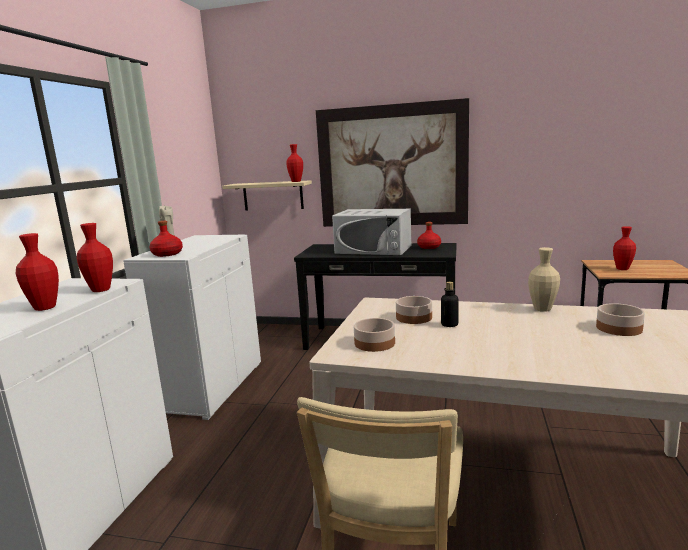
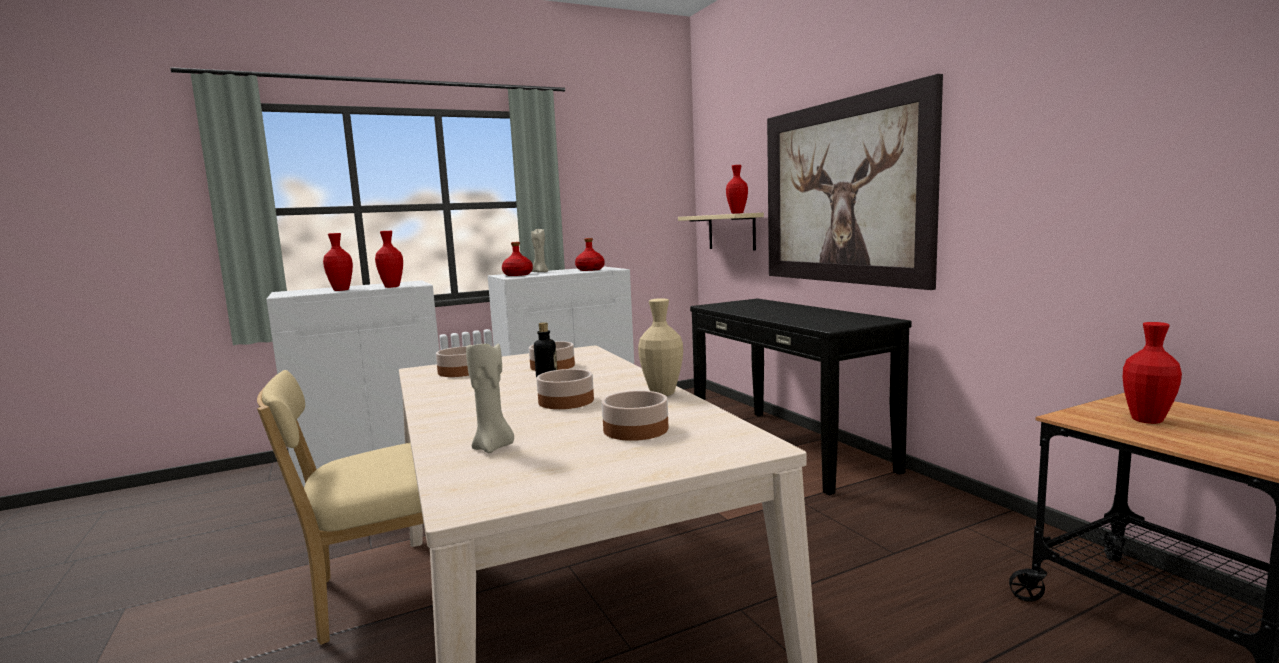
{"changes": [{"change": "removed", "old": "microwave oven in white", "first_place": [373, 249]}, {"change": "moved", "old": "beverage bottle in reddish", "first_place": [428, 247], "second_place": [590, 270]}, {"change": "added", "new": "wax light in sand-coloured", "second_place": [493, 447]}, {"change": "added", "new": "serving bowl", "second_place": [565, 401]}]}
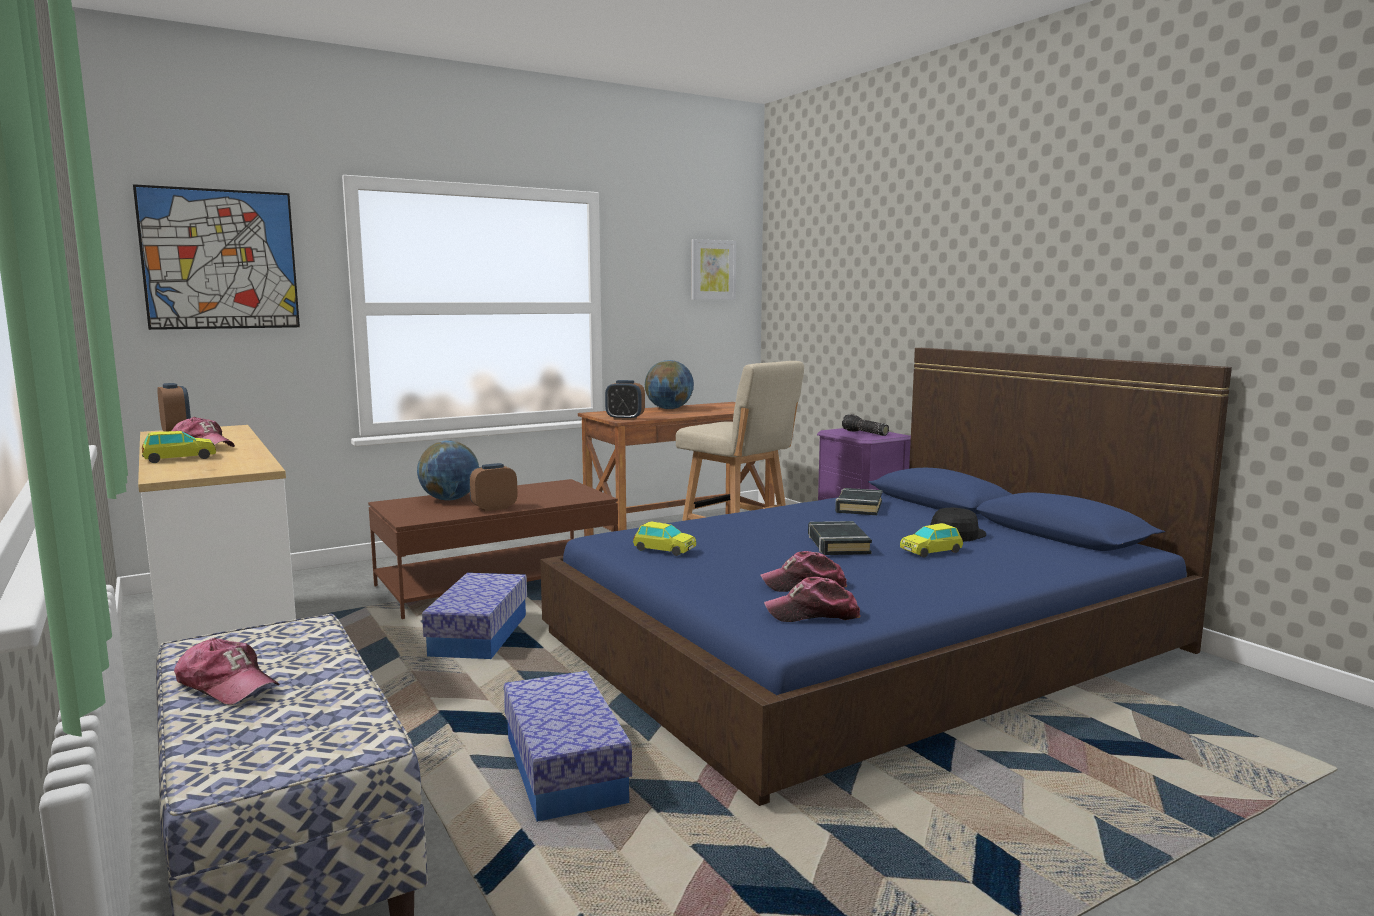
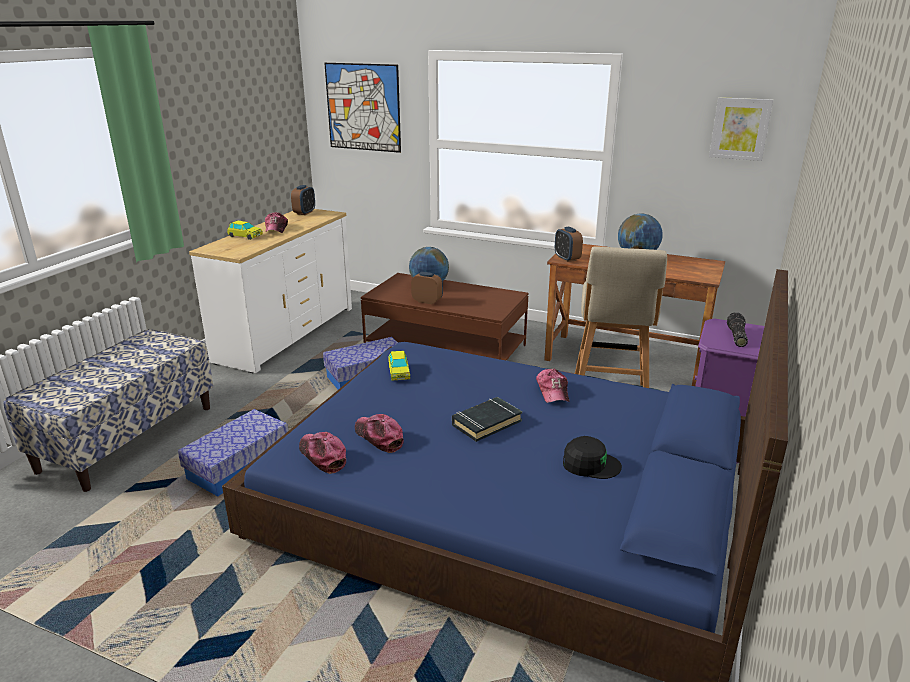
{"changes": [{"change": "moved", "old": "cap", "first_place": [227, 685], "second_place": [553, 391]}, {"change": "removed", "old": "volume in black", "first_place": [858, 507]}, {"change": "removed", "old": "toy car", "first_place": [931, 551]}]}
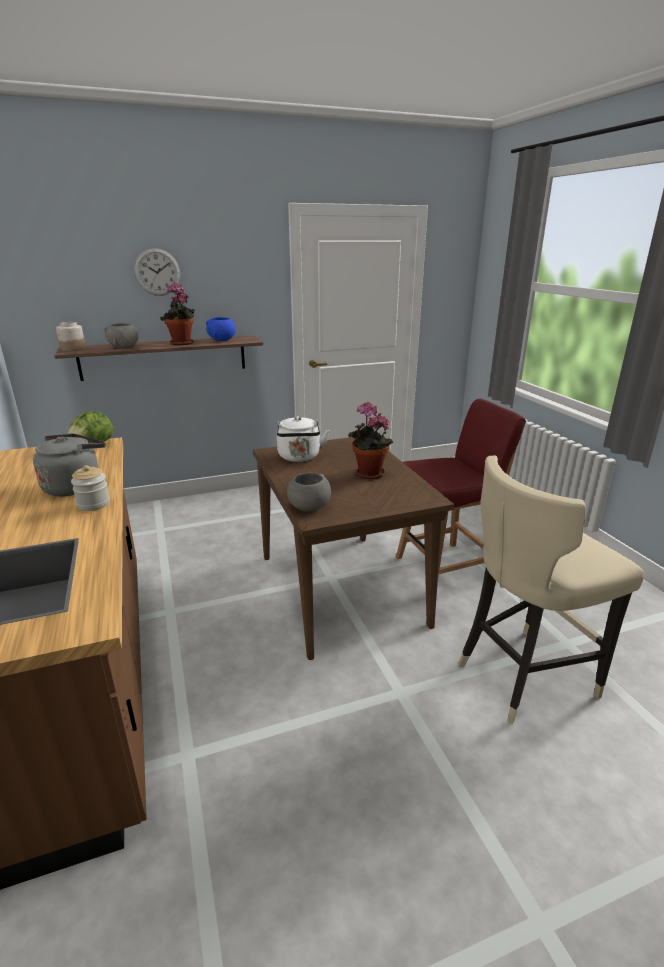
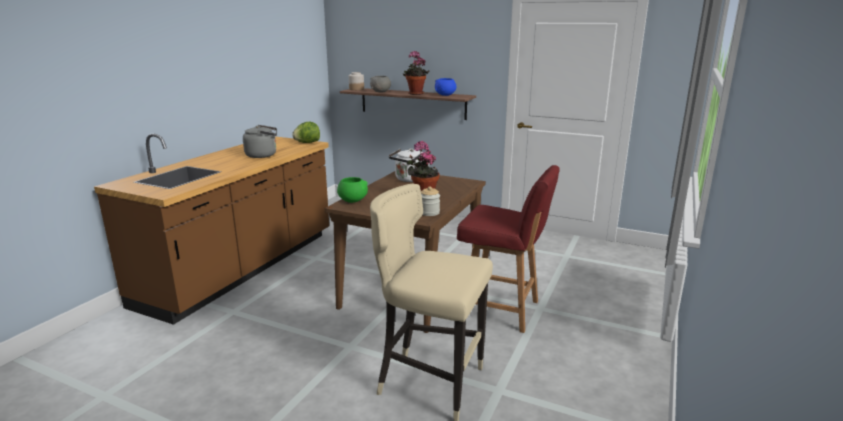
{"changes": [{"change": "moved", "old": "preserve jar", "first_place": [94, 504], "second_place": [429, 213]}, {"change": "removed", "old": "wall clock", "first_place": [157, 272]}, {"change": "recoloured", "old": "serving bowl in gray", "new": "serving bowl in greenish", "first_place": [309, 507], "second_place": [352, 200]}]}
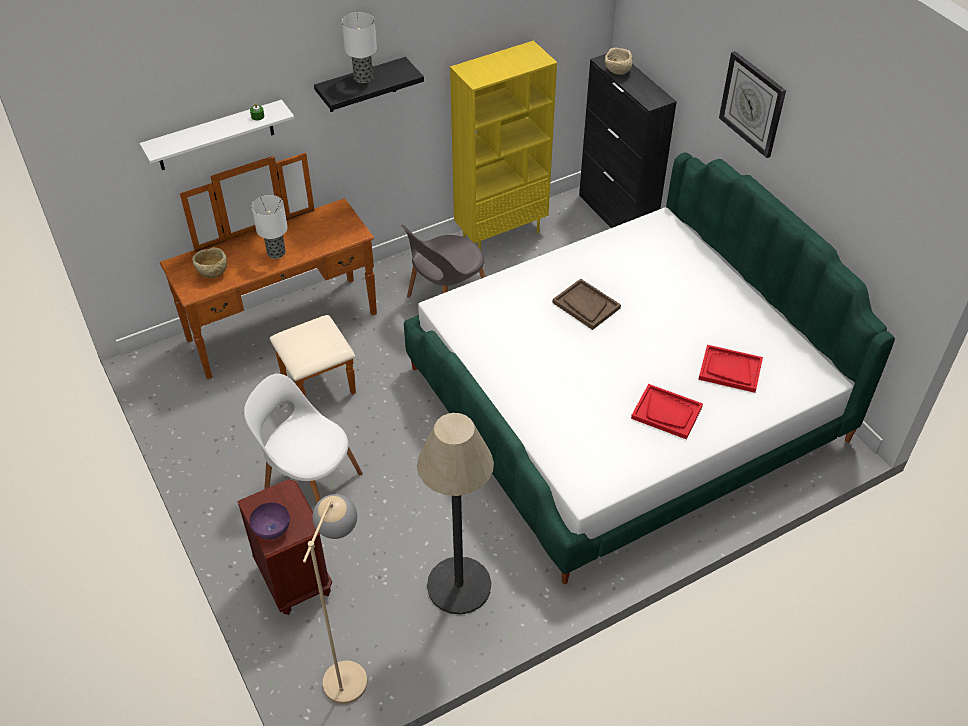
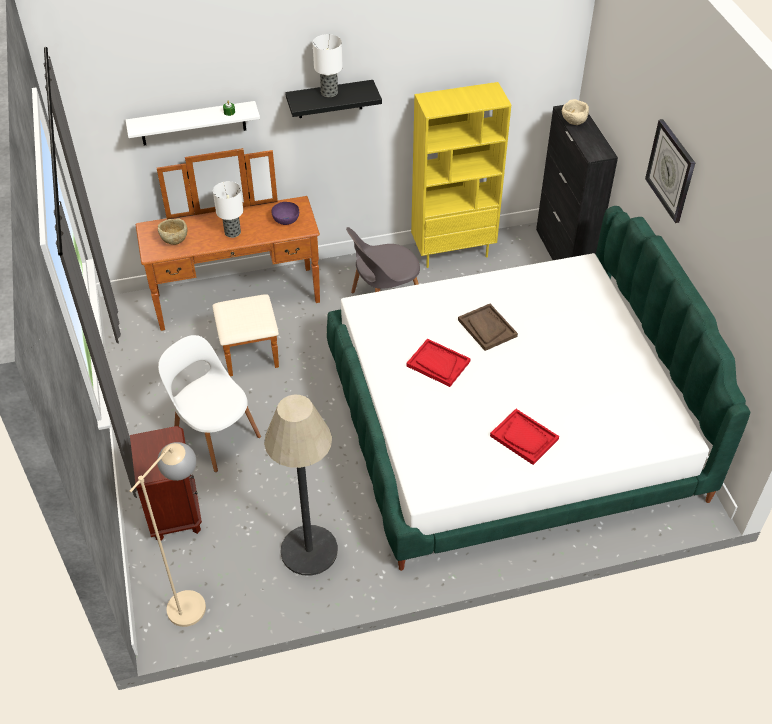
{"changes": [{"change": "moved", "old": "serving bowl in purple", "first_place": [271, 529], "second_place": [285, 220]}, {"change": "moved", "old": "carrying tray in reddish", "first_place": [730, 370], "second_place": [438, 364]}]}
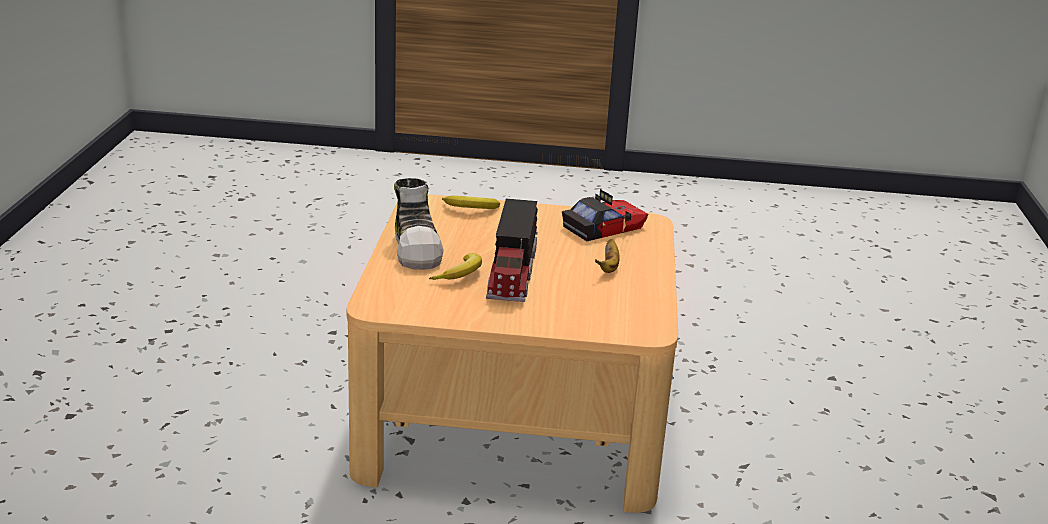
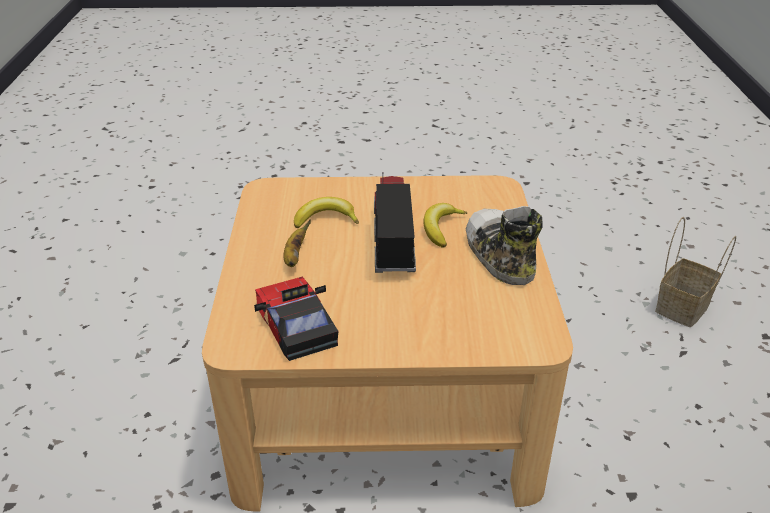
{"changes": [{"change": "moved", "old": "banana fruit", "first_place": [470, 209], "second_place": [326, 219]}, {"change": "turned", "old": "toy car", "first_place": [603, 226], "second_place": [296, 325], "degrees": 105}, {"change": "added", "new": "storage basket", "second_place": [682, 309]}]}
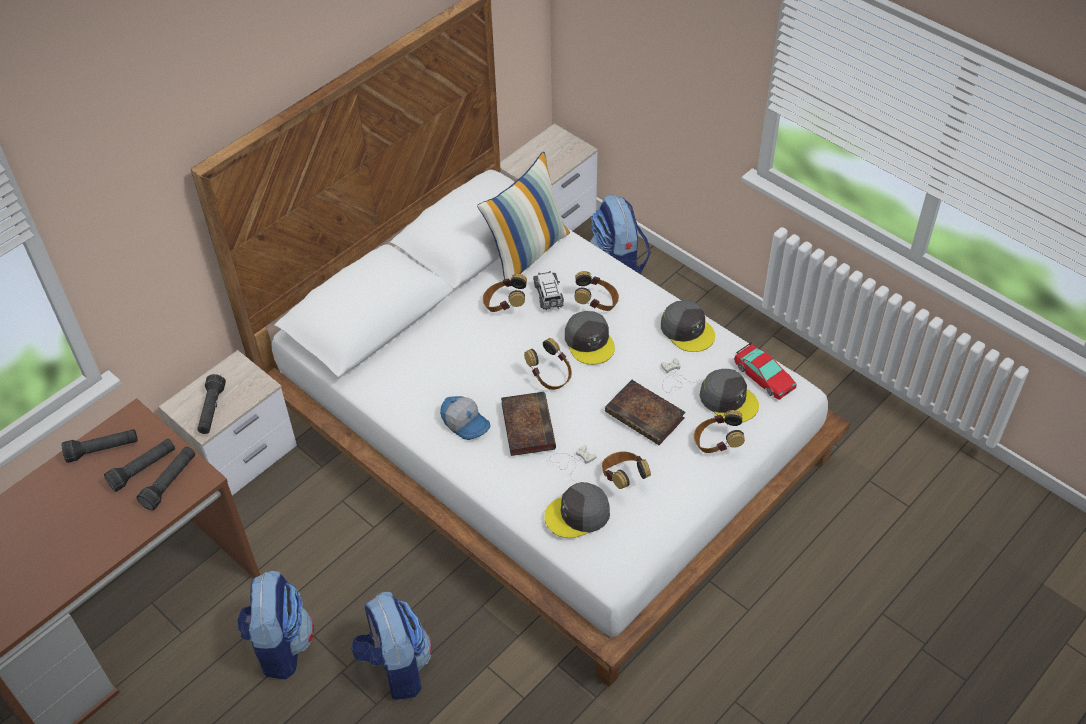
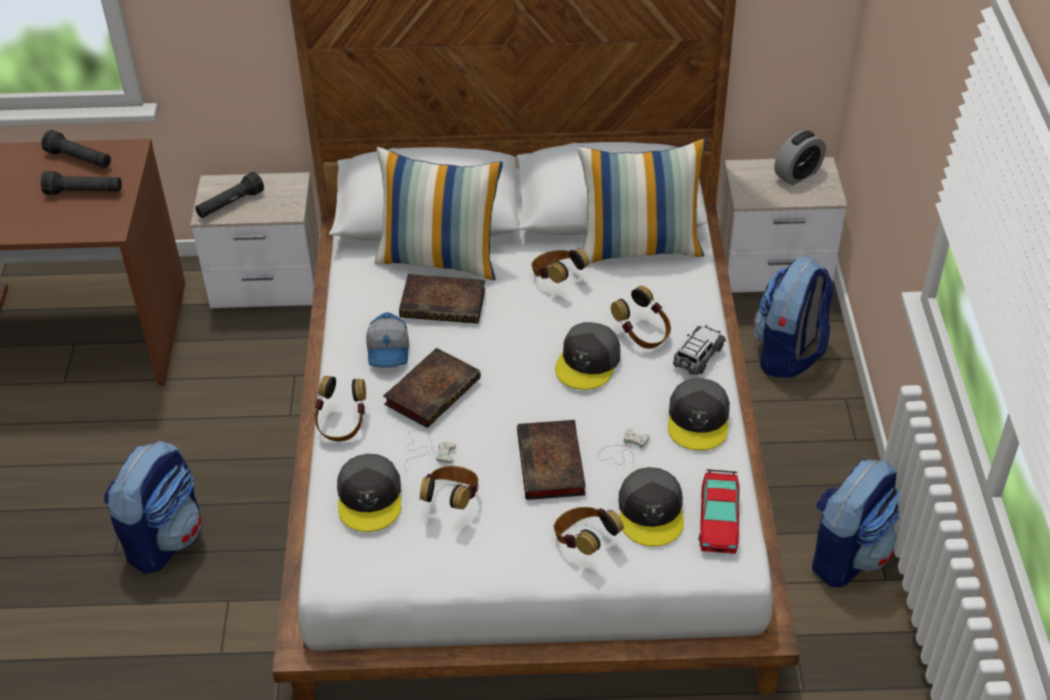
{"changes": [{"change": "removed", "old": "flashlight in black", "first_place": [170, 482]}, {"change": "moved", "old": "knapsack", "first_place": [280, 645], "second_place": [847, 554]}, {"change": "moved", "old": "pair of headphones", "first_place": [550, 376], "second_place": [342, 424]}, {"change": "moved", "old": "toy car", "first_place": [549, 296], "second_place": [698, 357]}, {"change": "turned", "old": "cap in gray", "first_place": [578, 514], "second_place": [370, 498], "degrees": -120}, {"change": "added", "new": "throw pillow", "second_place": [440, 259]}, {"change": "added", "new": "volume", "second_place": [445, 303]}, {"change": "added", "new": "bedside clock", "second_place": [797, 174]}]}
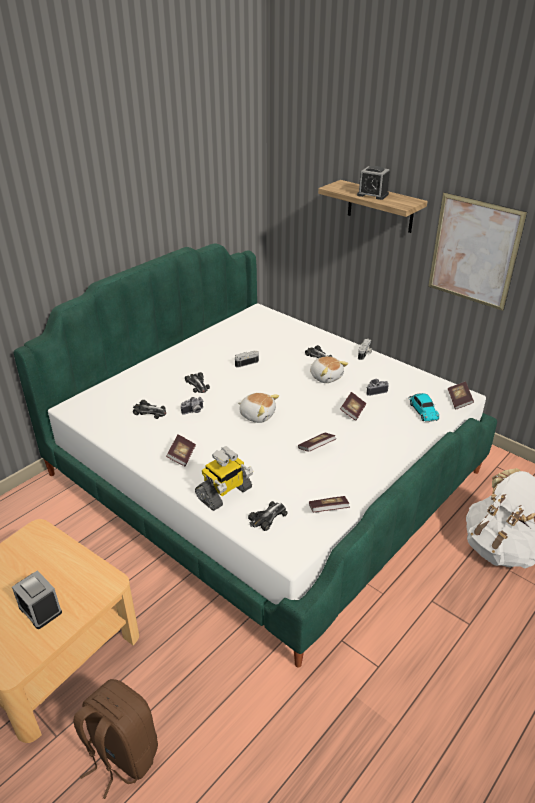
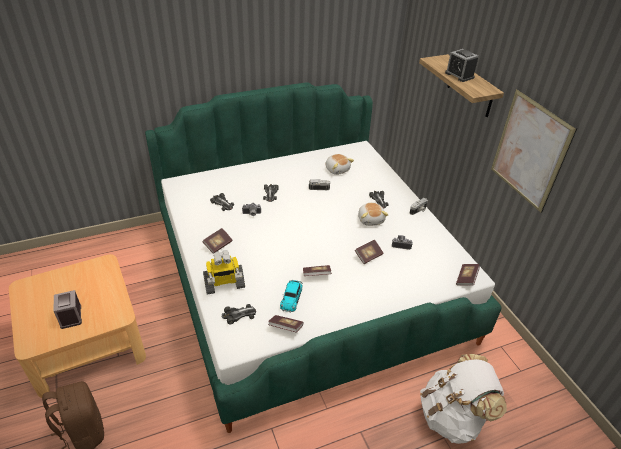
{"changes": [{"change": "moved", "old": "cuddly toy", "first_place": [257, 415], "second_place": [337, 169]}, {"change": "moved", "old": "toy car", "first_place": [422, 410], "second_place": [291, 297]}]}
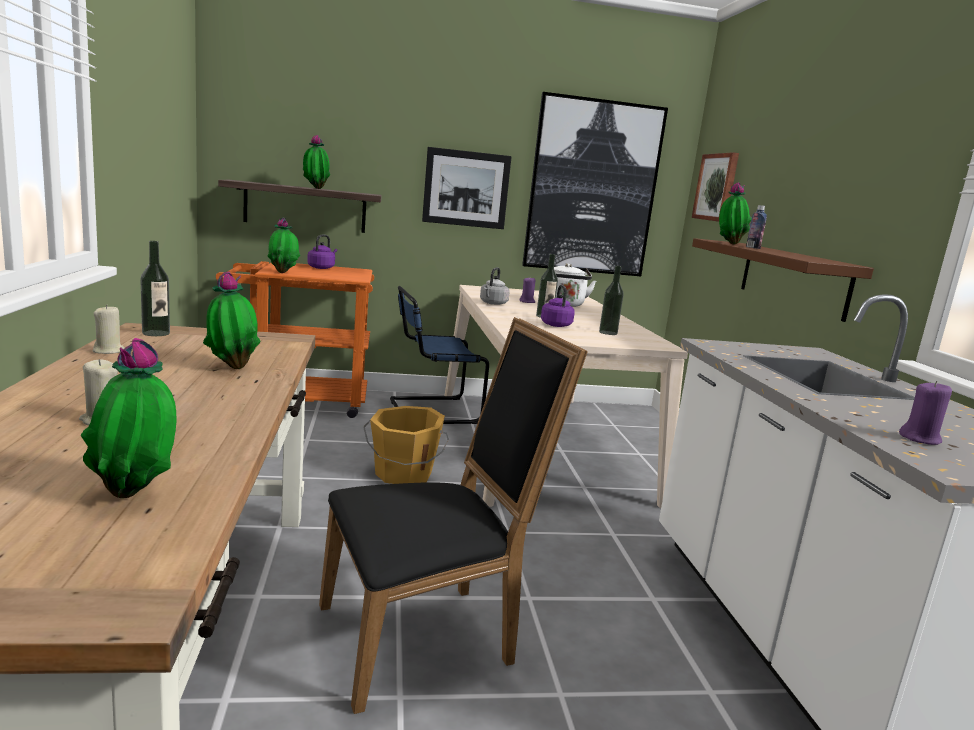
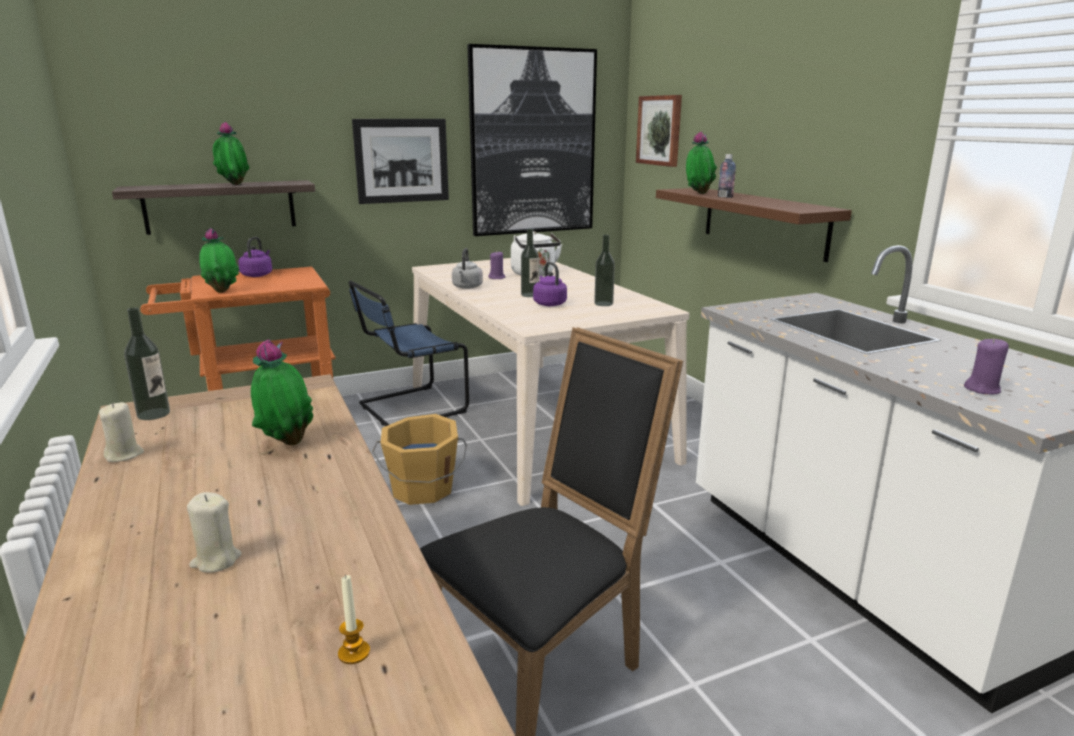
{"changes": [{"change": "replaced", "old": "houseplant", "new": "wax light", "first_place": [136, 495], "second_place": [354, 653]}]}
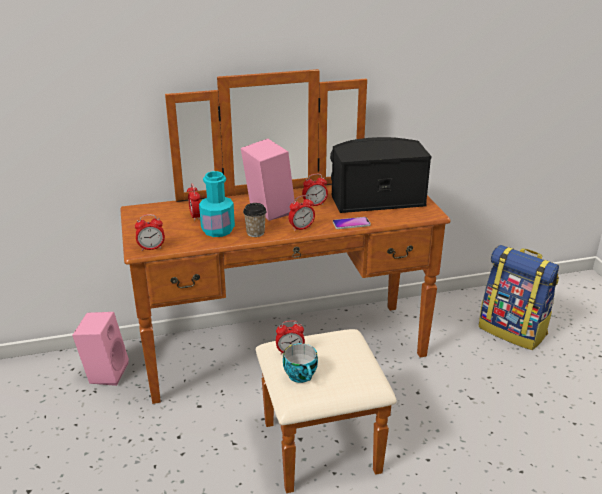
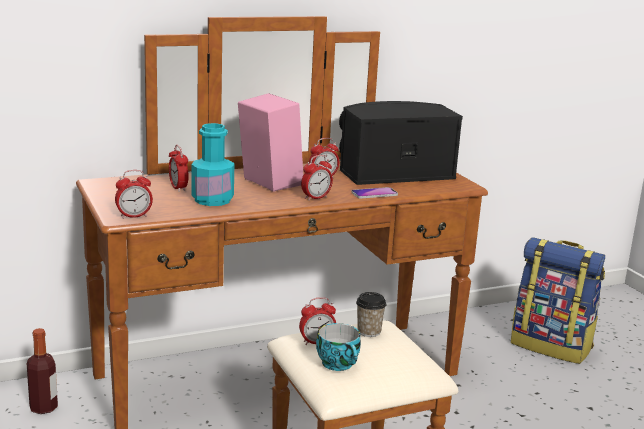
{"changes": [{"change": "replaced", "old": "speaker in pinkish", "new": "beverage bottle", "first_place": [105, 372], "second_place": [43, 408]}, {"change": "moved", "old": "drinking cup", "first_place": [255, 233], "second_place": [369, 331]}]}
